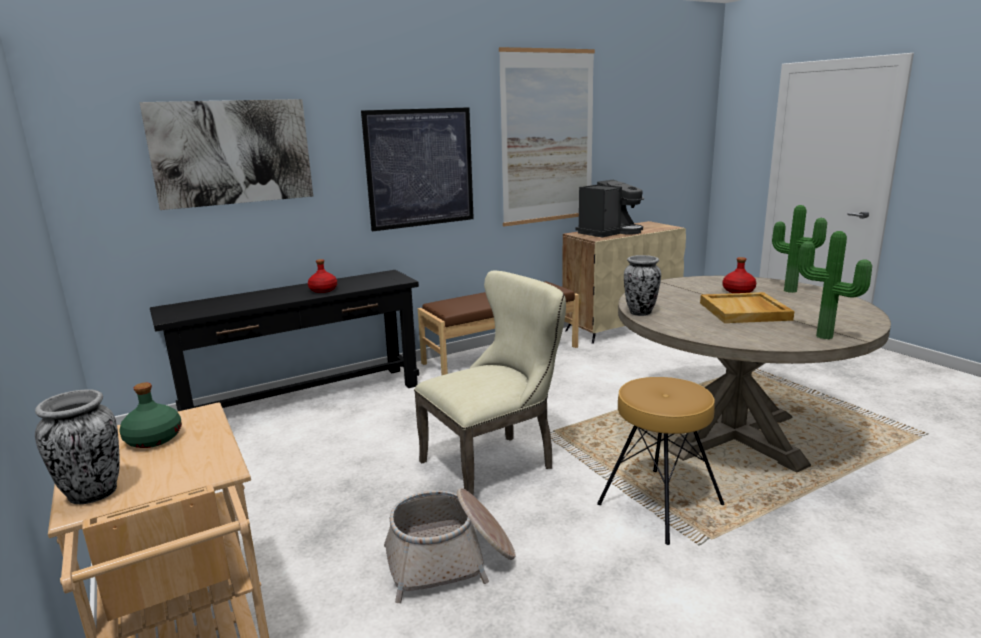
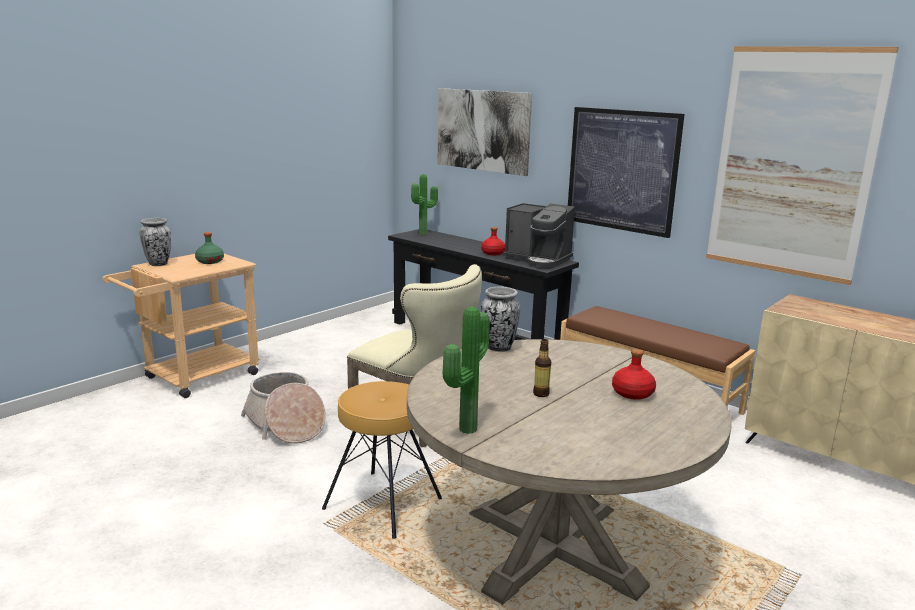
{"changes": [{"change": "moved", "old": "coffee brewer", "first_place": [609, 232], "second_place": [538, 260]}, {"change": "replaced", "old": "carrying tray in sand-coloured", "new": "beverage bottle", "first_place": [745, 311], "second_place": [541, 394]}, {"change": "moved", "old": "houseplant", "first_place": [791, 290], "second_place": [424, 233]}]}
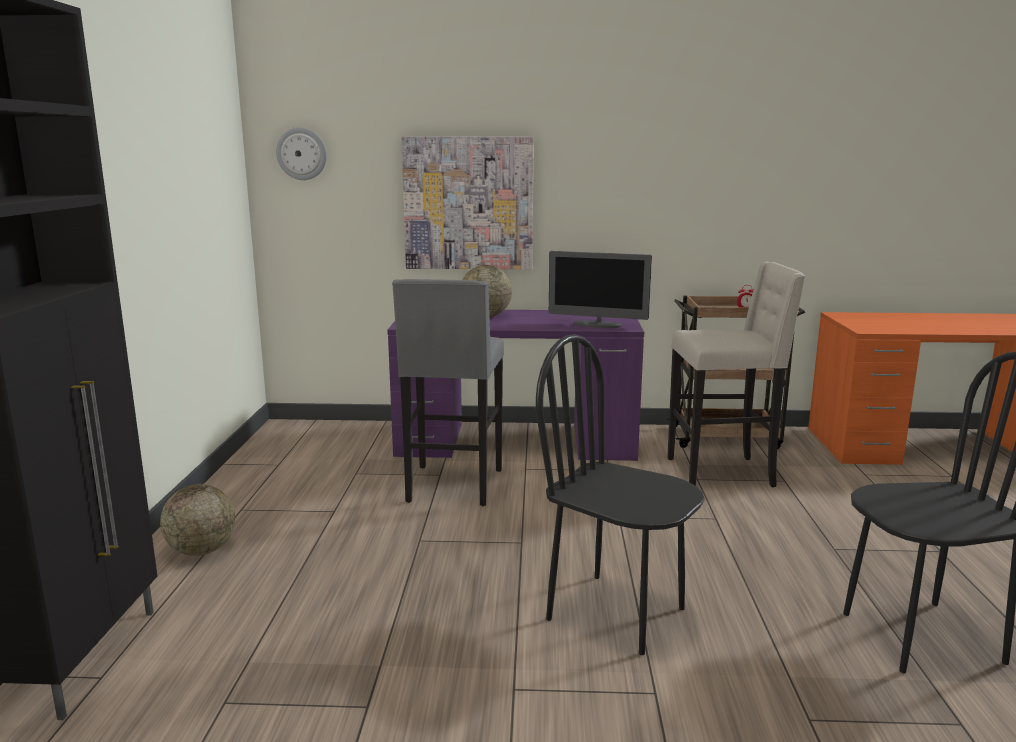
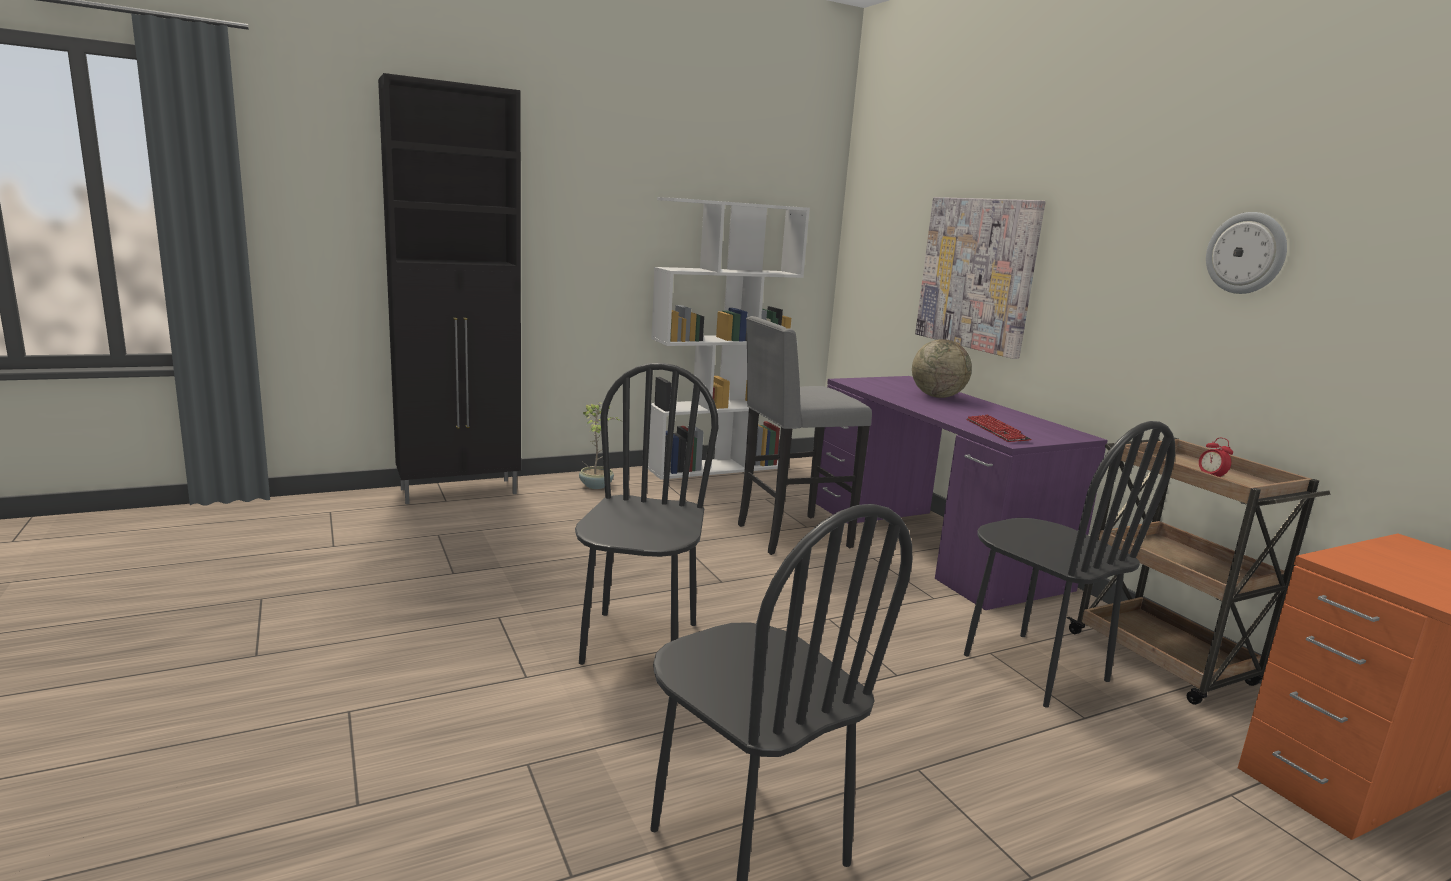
{"changes": [{"change": "replaced", "old": "world globe", "new": "houseplant", "first_place": [202, 551], "second_place": [596, 485]}, {"change": "moved", "old": "wall clock", "first_place": [302, 153], "second_place": [1246, 253]}, {"change": "replaced", "old": "computer display", "new": "keyboard", "first_place": [597, 325], "second_place": [996, 430]}, {"change": "replaced", "old": "sitting stool in sand-coloured", "new": "plain chair in black", "first_place": [722, 473], "second_place": [1034, 668]}, {"change": "added", "new": "bookshelf in white", "second_place": [717, 467]}]}
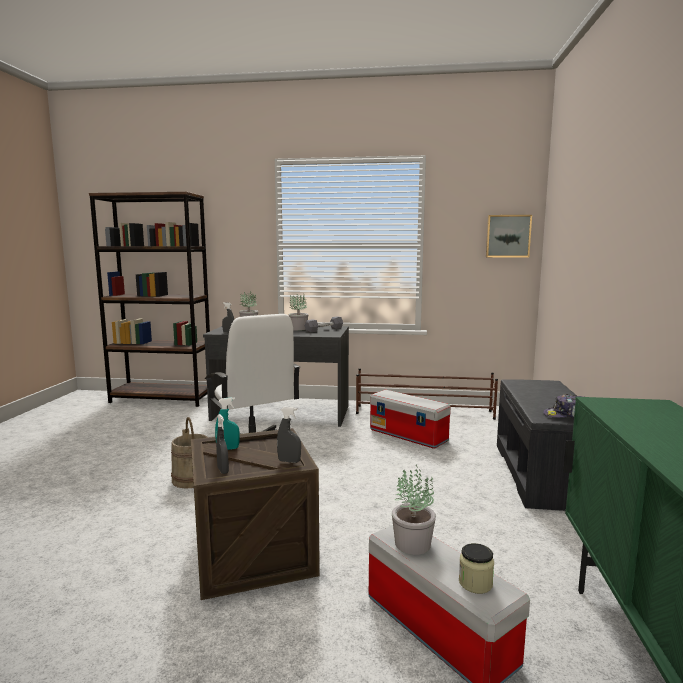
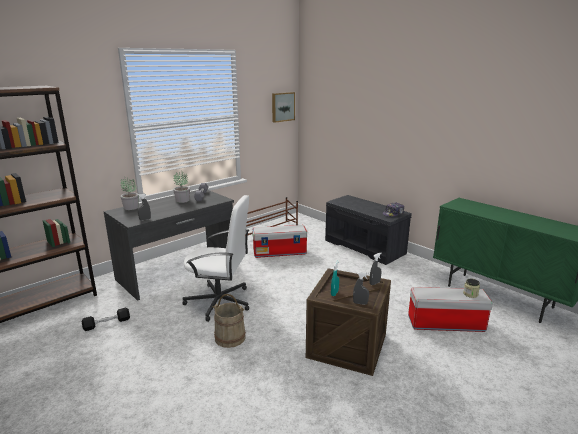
{"changes": [{"change": "removed", "old": "houseplant", "first_place": [412, 543]}, {"change": "added", "new": "free weight in black", "second_place": [107, 323]}]}
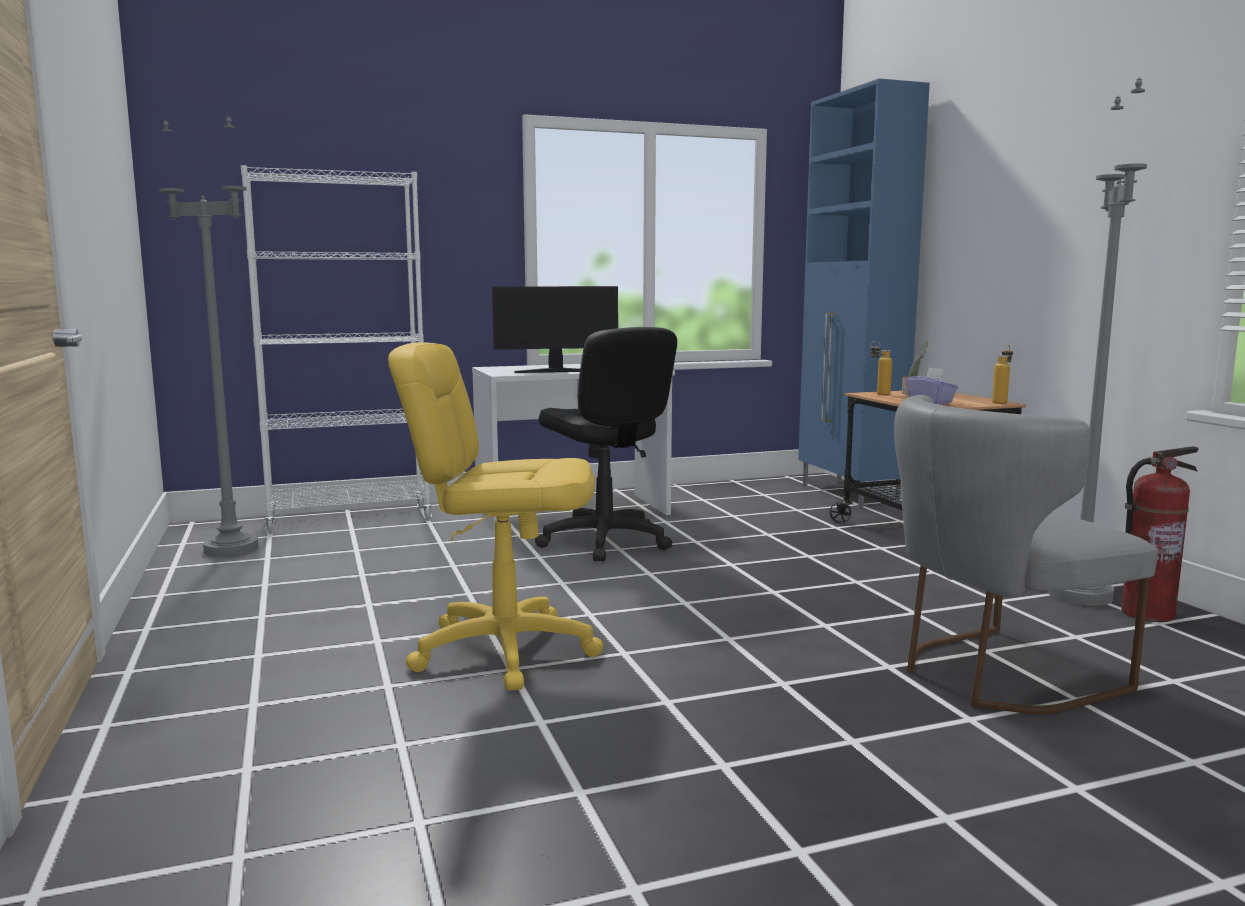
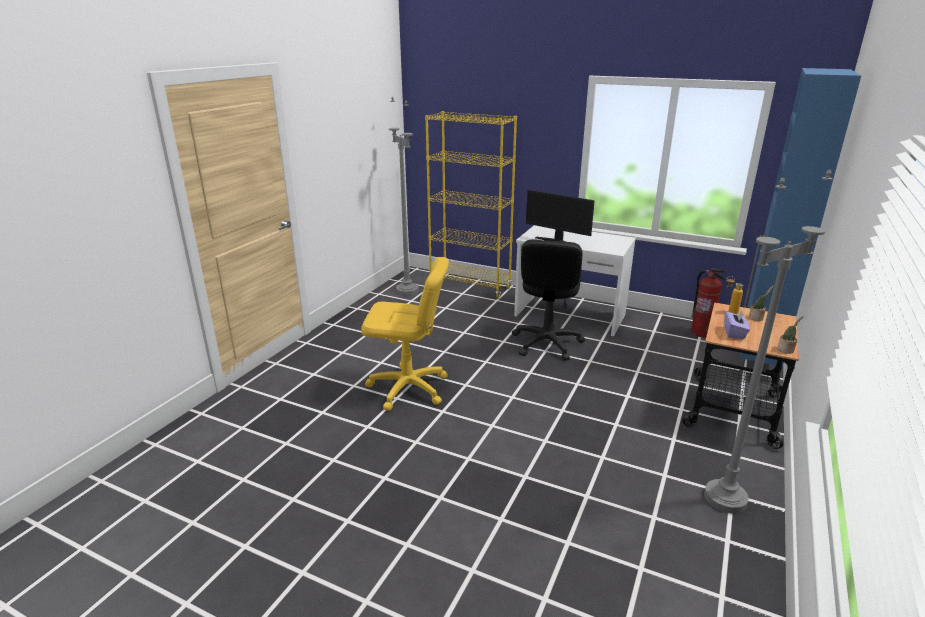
{"changes": [{"change": "recoloured", "old": "bookshelf in white", "new": "bookshelf in yellowish", "first_place": [350, 520], "second_place": [470, 287]}, {"change": "turned", "old": "office chair in yellowish", "first_place": [504, 650], "second_place": [408, 388], "degrees": 135}, {"change": "removed", "old": "plain chair in gray", "first_place": [994, 674]}, {"change": "replaced", "old": "beverage bottle", "new": "houseplant", "first_place": [1001, 402], "second_place": [786, 350]}, {"change": "moved", "old": "fire extinguisher", "first_place": [1147, 614], "second_place": [701, 333]}]}
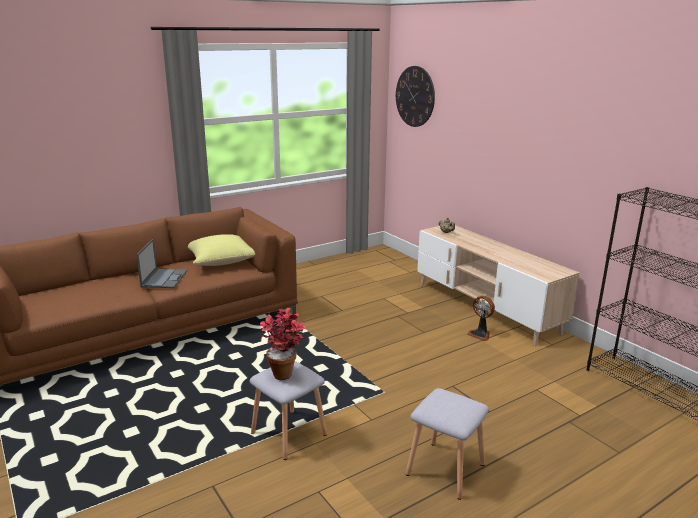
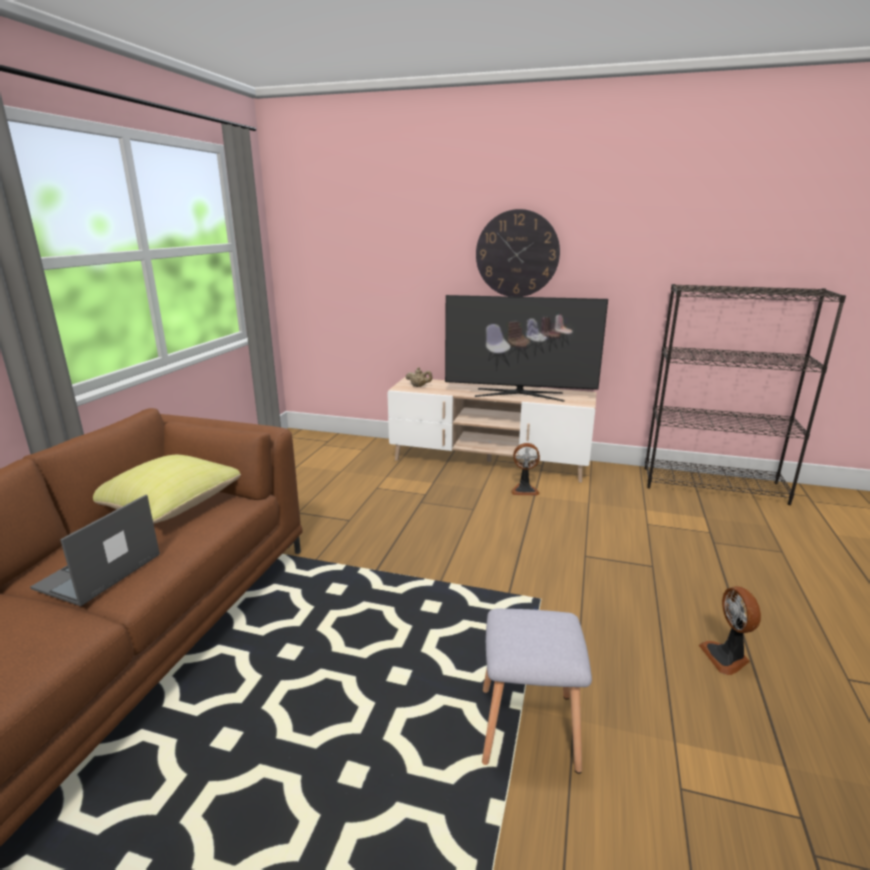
{"changes": [{"change": "turned", "old": "notebook computer", "first_place": [164, 278], "second_place": [98, 572], "degrees": -120}, {"change": "removed", "old": "houseplant", "first_place": [284, 372]}, {"change": "moved", "old": "wall clock", "first_place": [415, 96], "second_place": [517, 254]}, {"change": "replaced", "old": "sitting stool in gray", "new": "cooling fan", "first_place": [445, 470], "second_place": [726, 657]}, {"change": "added", "new": "TV set", "second_place": [519, 394]}]}
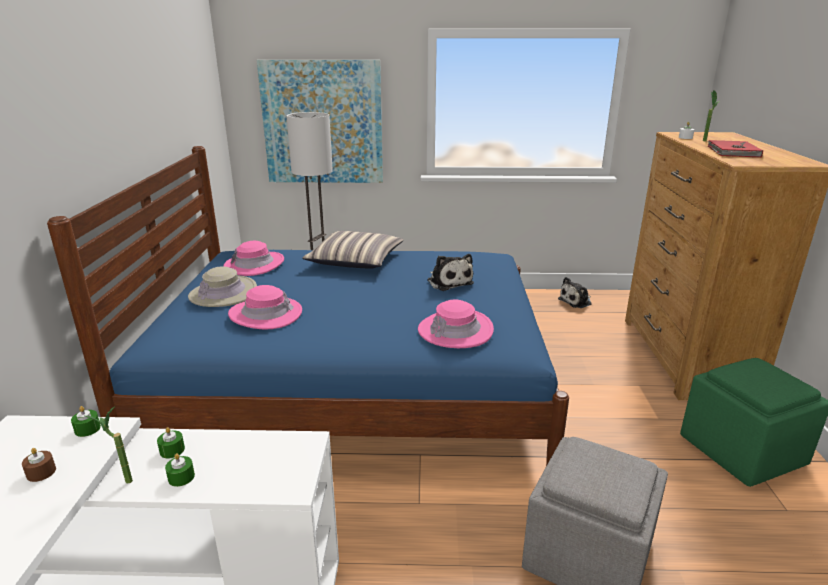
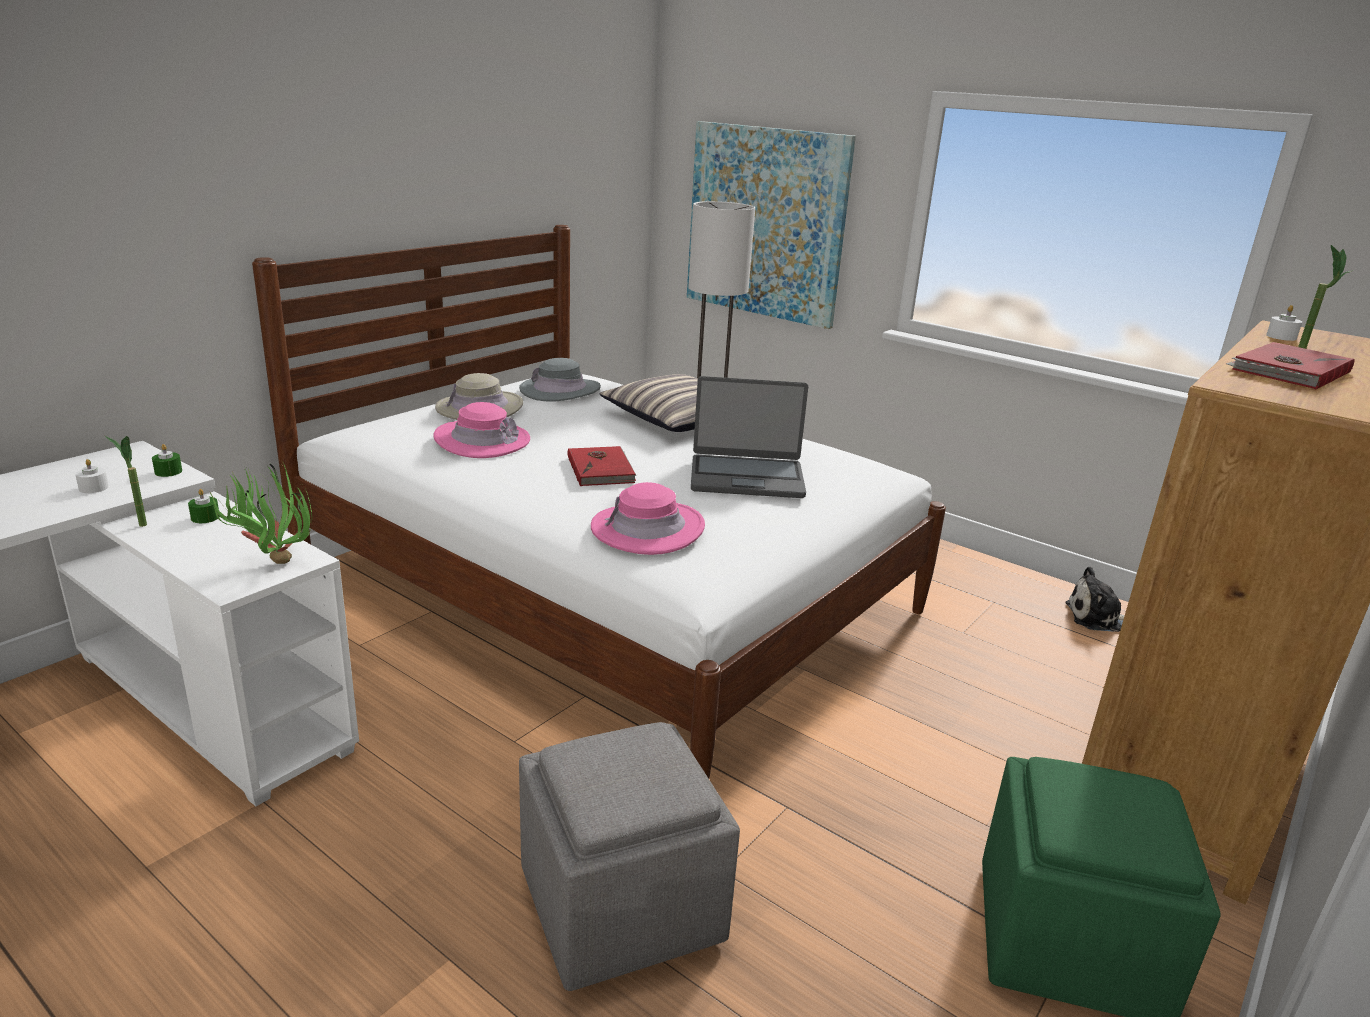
{"changes": [{"change": "recoloured", "old": "wax light in brown", "new": "wax light in white", "first_place": [41, 472], "second_place": [93, 488]}, {"change": "recoloured", "old": "sleeping bed in blue", "new": "sleeping bed in white", "first_place": [355, 389], "second_place": [610, 595]}, {"change": "removed", "old": "wax light in greenish", "first_place": [181, 477]}, {"change": "recoloured", "old": "clothing hat in pinkish", "new": "clothing hat in gray", "first_place": [254, 264], "second_place": [560, 390]}, {"change": "replaced", "old": "cuddly toy", "new": "notebook computer", "first_place": [449, 282], "second_place": [746, 477]}, {"change": "added", "new": "houseplant", "second_place": [271, 561]}, {"change": "added", "new": "volume in reddish", "second_place": [602, 469]}]}
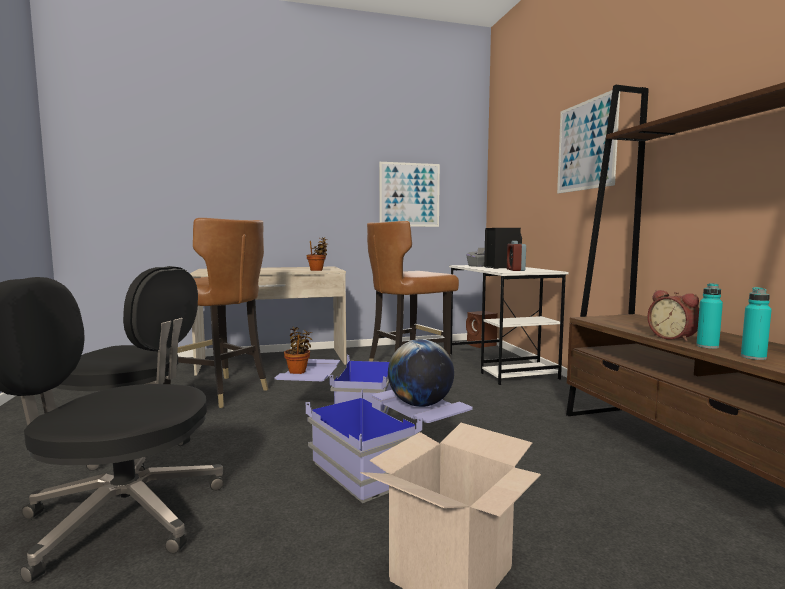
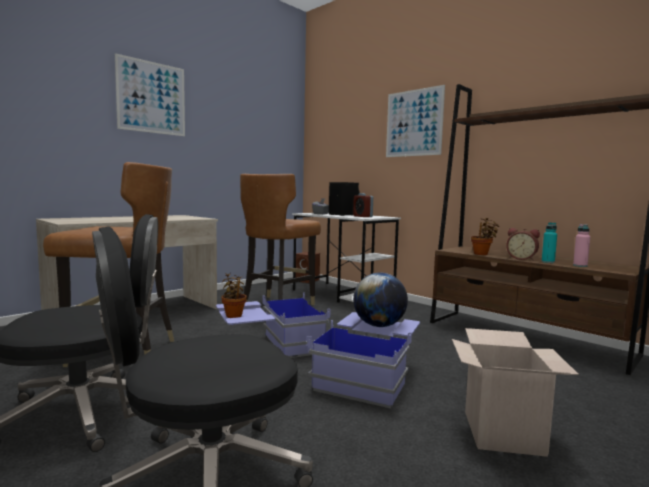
{"changes": [{"change": "moved", "old": "houseplant", "first_place": [317, 270], "second_place": [482, 254]}, {"change": "moved", "old": "picture", "first_place": [409, 195], "second_place": [151, 97]}, {"change": "recoloured", "old": "beverage bottle in turquoise", "new": "beverage bottle in pinkish", "first_place": [753, 357], "second_place": [580, 266]}]}
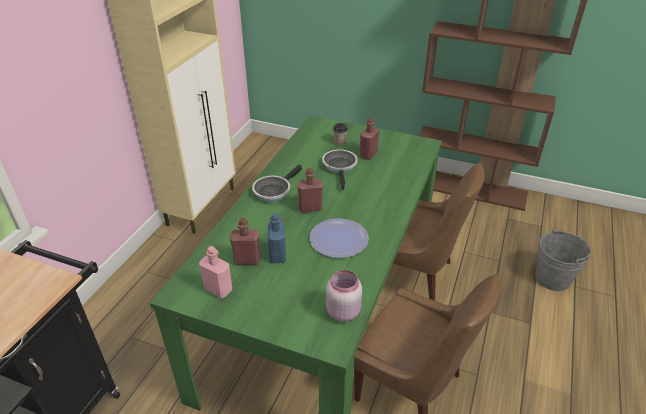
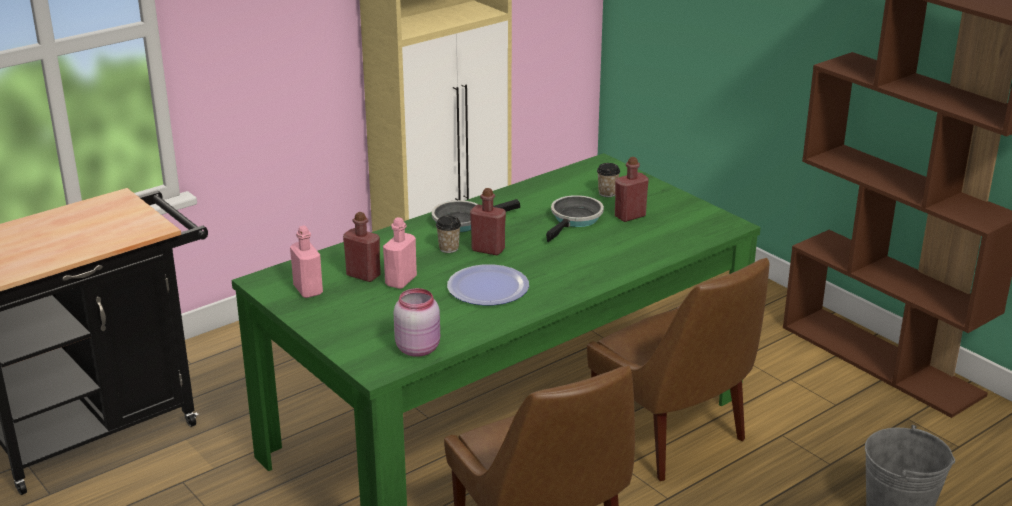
{"changes": [{"change": "recoloured", "old": "beverage bottle in blue", "new": "beverage bottle in pinkish", "first_place": [277, 255], "second_place": [401, 281]}, {"change": "added", "new": "drinking cup", "second_place": [448, 248]}]}
